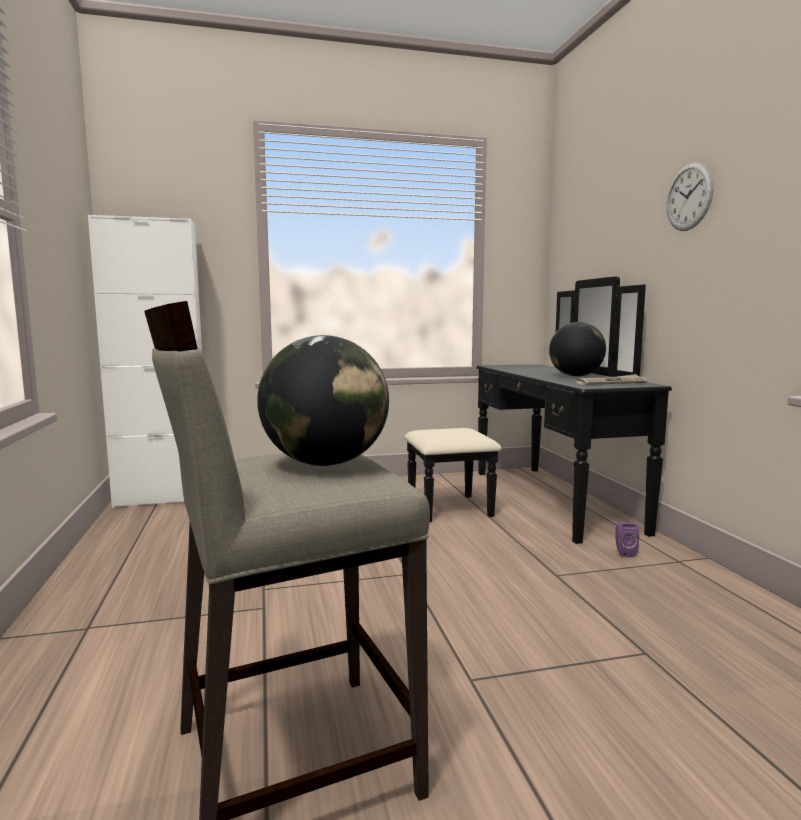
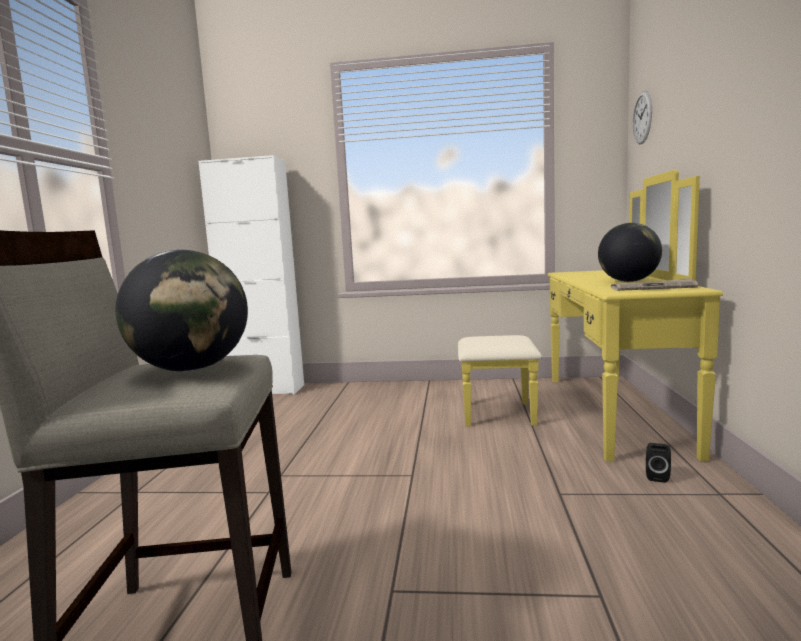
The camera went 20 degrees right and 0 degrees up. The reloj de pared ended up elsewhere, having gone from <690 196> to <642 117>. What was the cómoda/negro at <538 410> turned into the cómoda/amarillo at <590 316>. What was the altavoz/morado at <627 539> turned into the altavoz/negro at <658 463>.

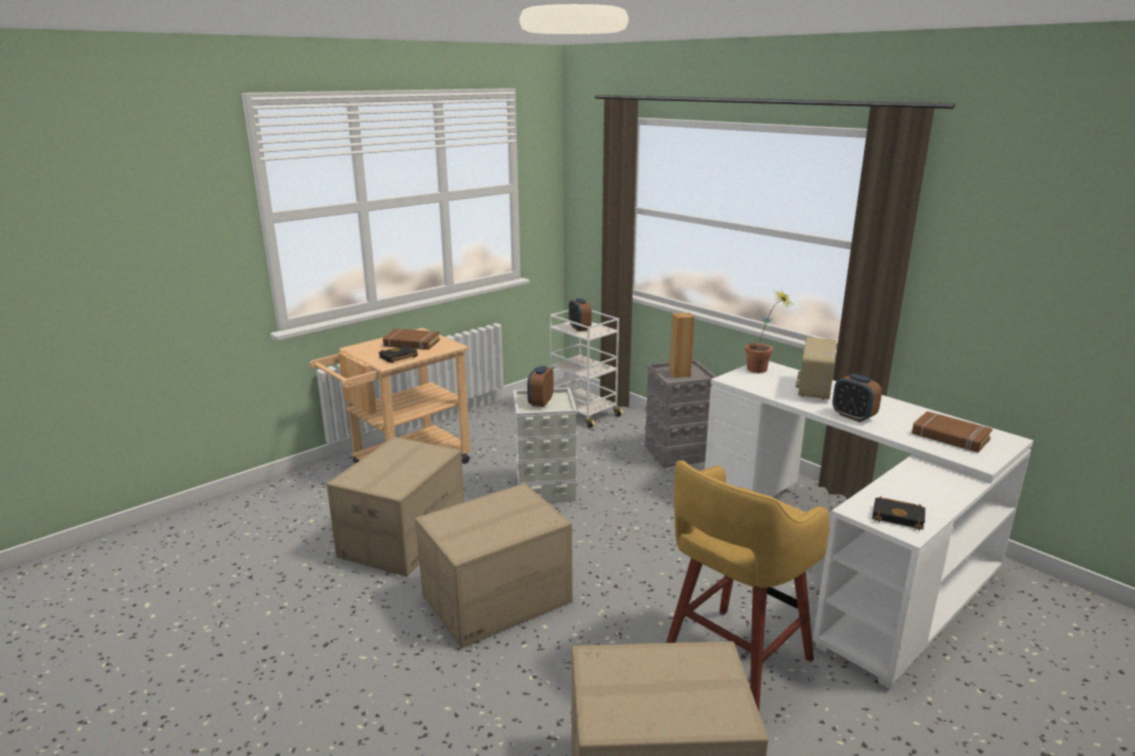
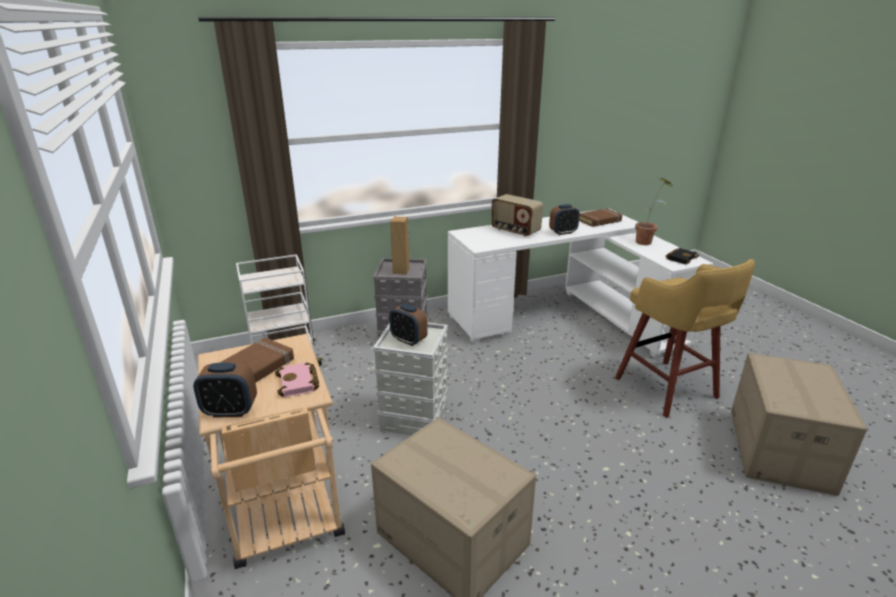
The camera went 70 degrees left and 5 degrees up. The planta en maceta ended up elsewhere, having gone from <768 331> to <653 211>. The despertador ended up elsewhere, having gone from <580 314> to <225 390>. What was the libro/negro at <398 353> turned into the libro/rosa at <297 379>. The second view lost the caja de cartón at <494 565>.

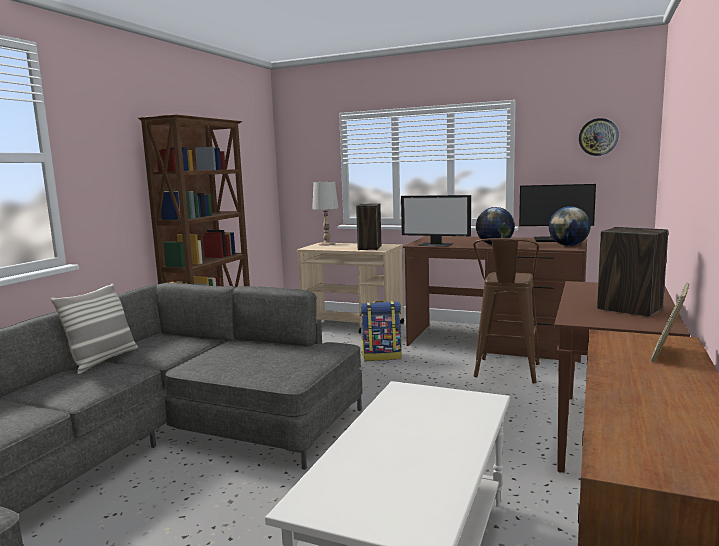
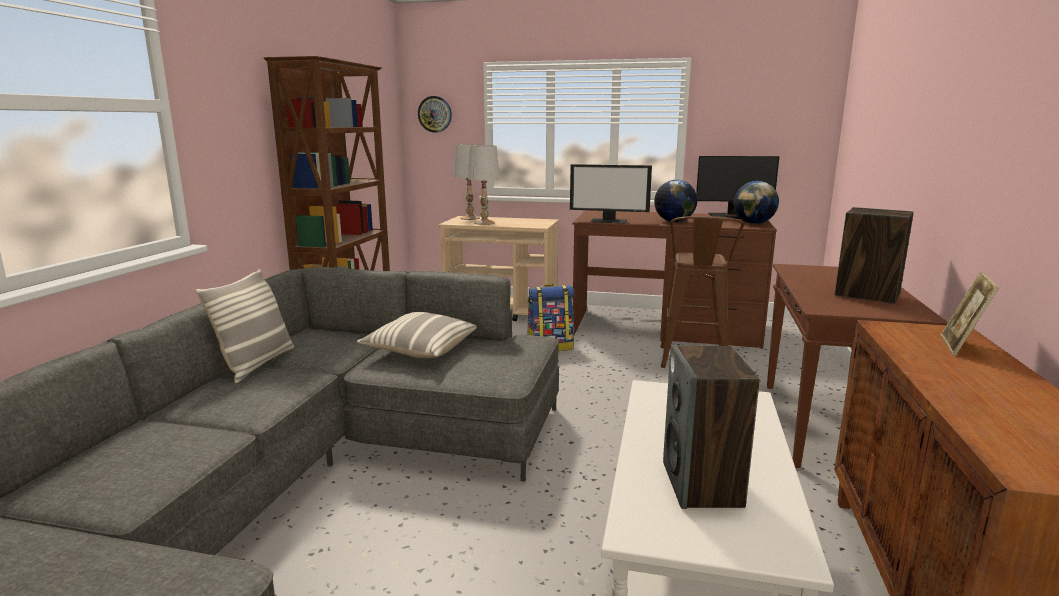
The camera went 10 degrees left and 5 degrees up. The reloj de pared ended up elsewhere, having gone from <599 137> to <435 114>. The altavoz ended up elsewhere, having gone from <368 226> to <711 427>. The second view gained the lámpara de mesa/blanco at <484 185>. The second view gained the cojín at <417 335>.

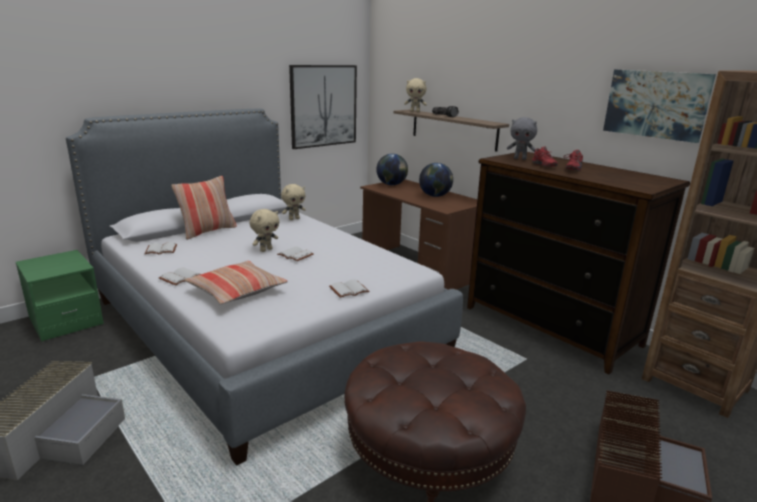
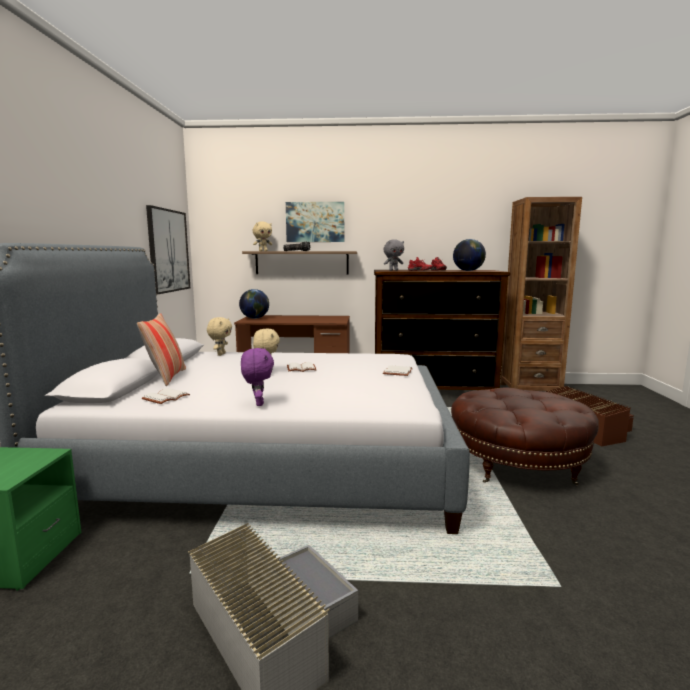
The camera went 45 degrees left and 10 degrees down. The cuadro ended up elsewhere, having gone from <659 106> to <315 222>. The globo terráqueo ended up elsewhere, having gone from <436 180> to <469 255>. The second view lost the cojín at <236 283>. Where the libro/blanco stood at <179 276>, the peluche/morado came to stand at <257 377>.

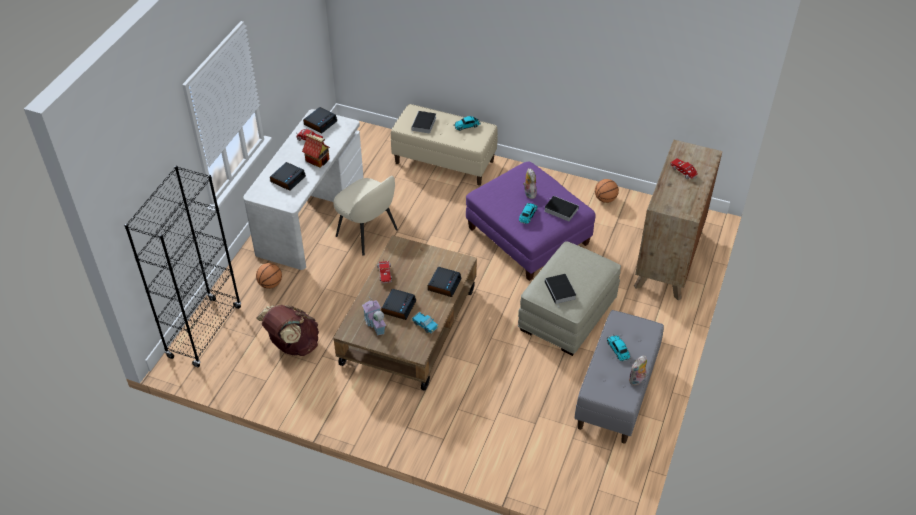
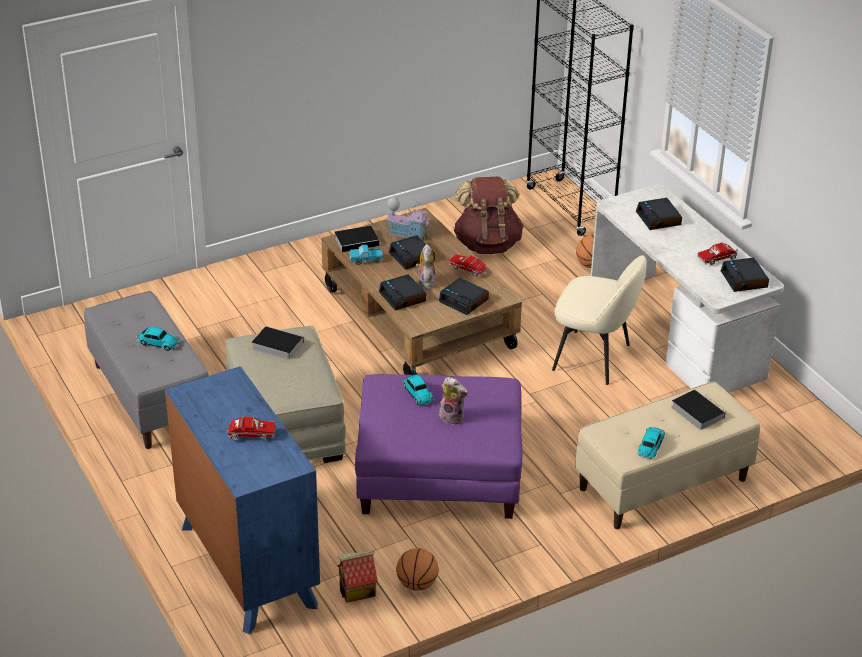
The camera went 130 degrees right and 10 degrees down. The casita ended up elsewhere, having gone from <316 151> to <358 577>. What was the cómoda/marrón at <678 220> turned into the cómoda/azul at <242 500>. The silla/beis at <365 216> ended up facing another way, 150 degrees counterclockwise from before. The libro ended up elsewhere, having gone from <561 208> to <360 239>. The peluche ended up elsewhere, having gone from <638 370> to <426 267>. The second view gained the despertador at <464 296>.

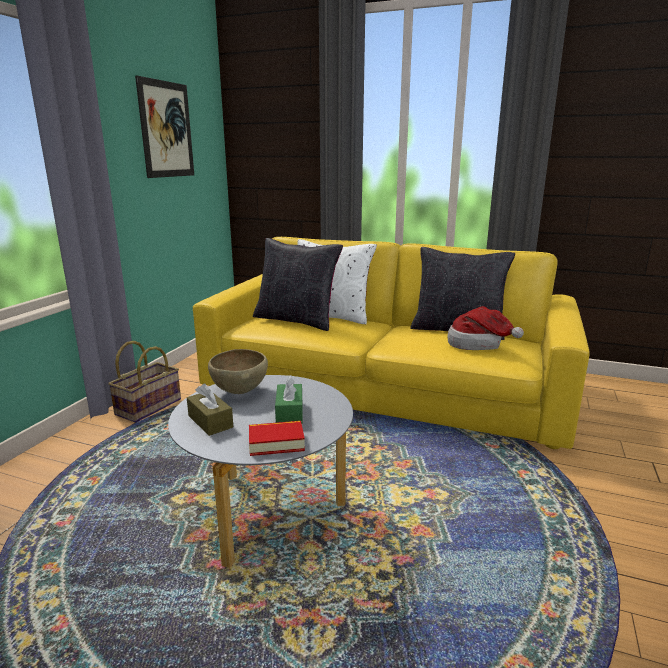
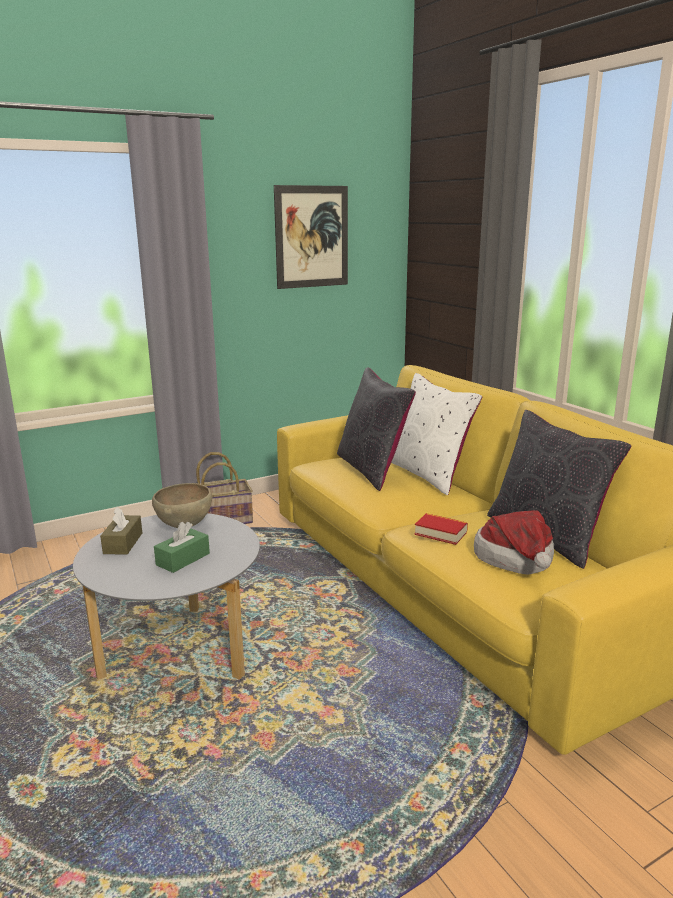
The camera went 40 degrees right and 0 degrees up. The libro ended up elsewhere, having gone from <277 438> to <441 529>.

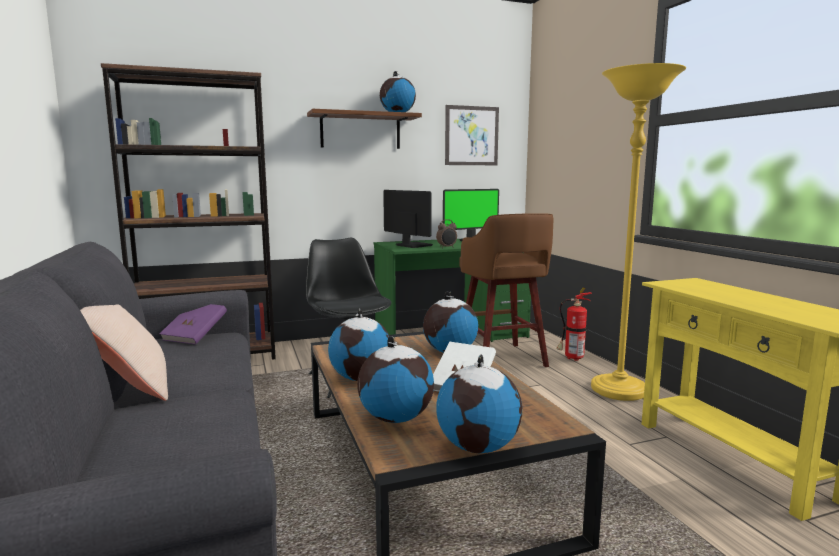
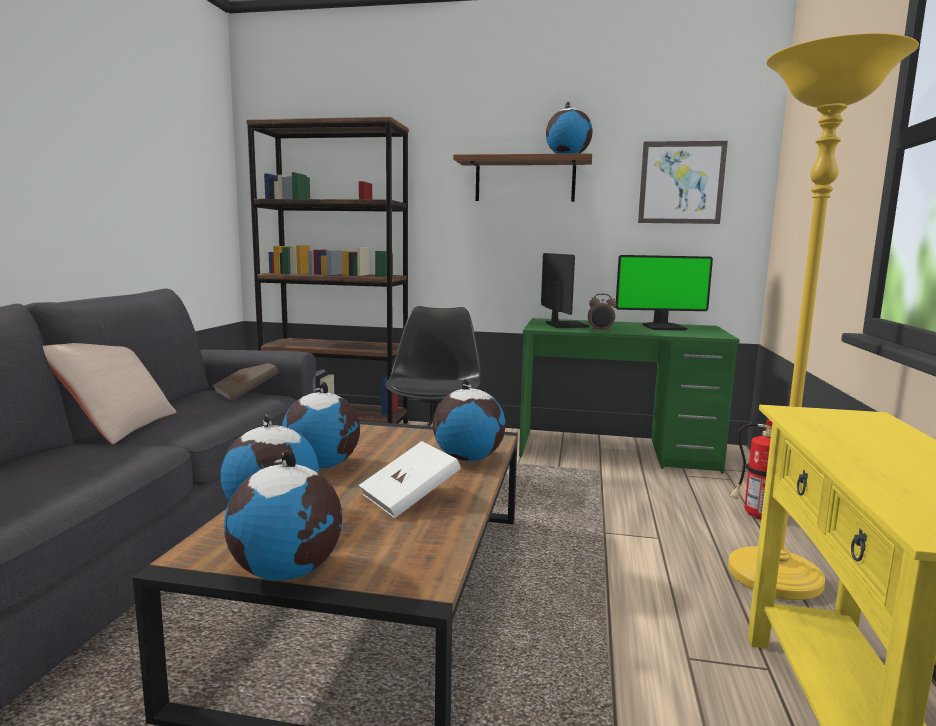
The camera went 30 degrees right and 0 degrees up. The second view lost the taburete/marrón at <506 290>. What was the libro/morado at <193 324> turned into the libro/marrón at <245 382>.

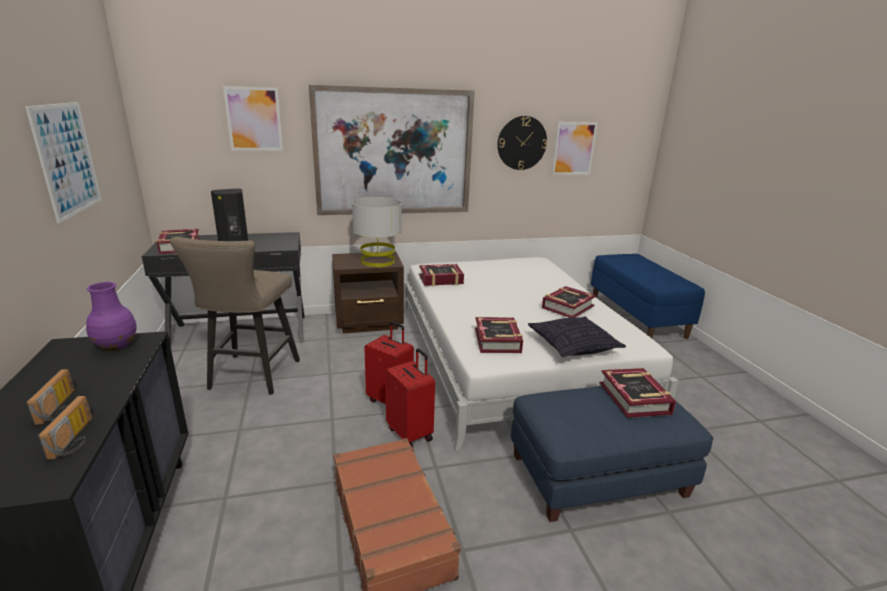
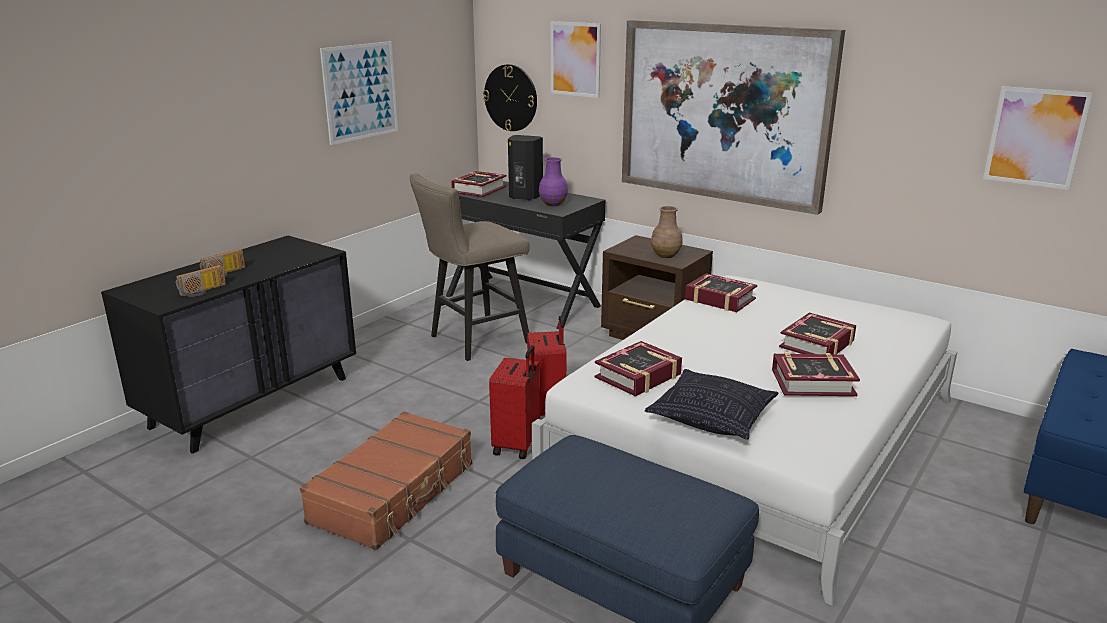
The camera went 50 degrees right and 0 degrees up. The reloj de pared ended up elsewhere, having gone from <522 143> to <510 97>. Where the lámpara de mesa/gris stood at <377 232>, the florero/marrón came to stand at <667 232>. The florero/morado ended up elsewhere, having gone from <111 316> to <553 181>. The libro ended up elsewhere, having gone from <637 393> to <817 333>.

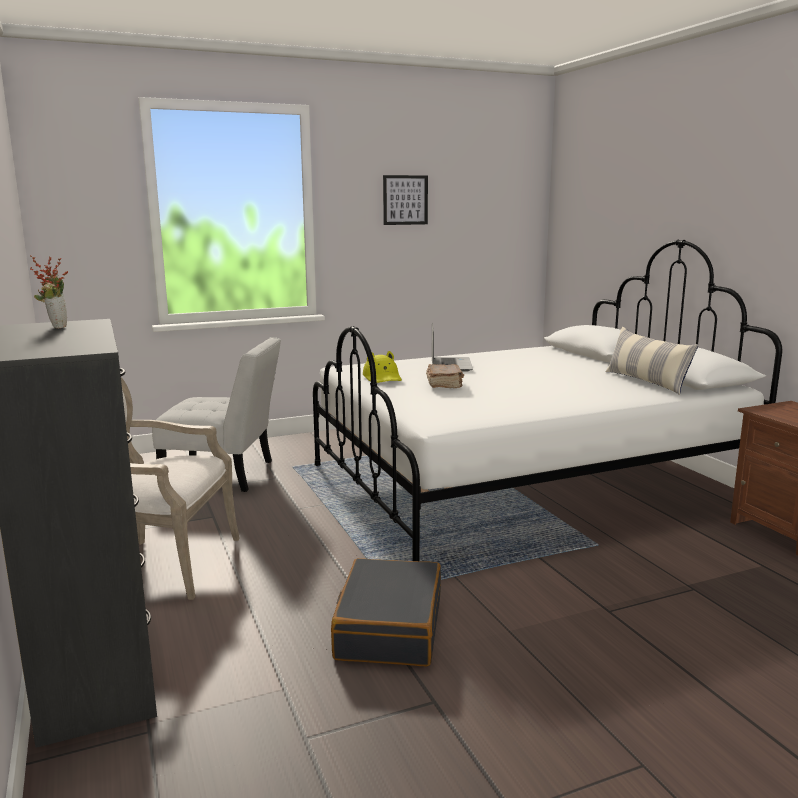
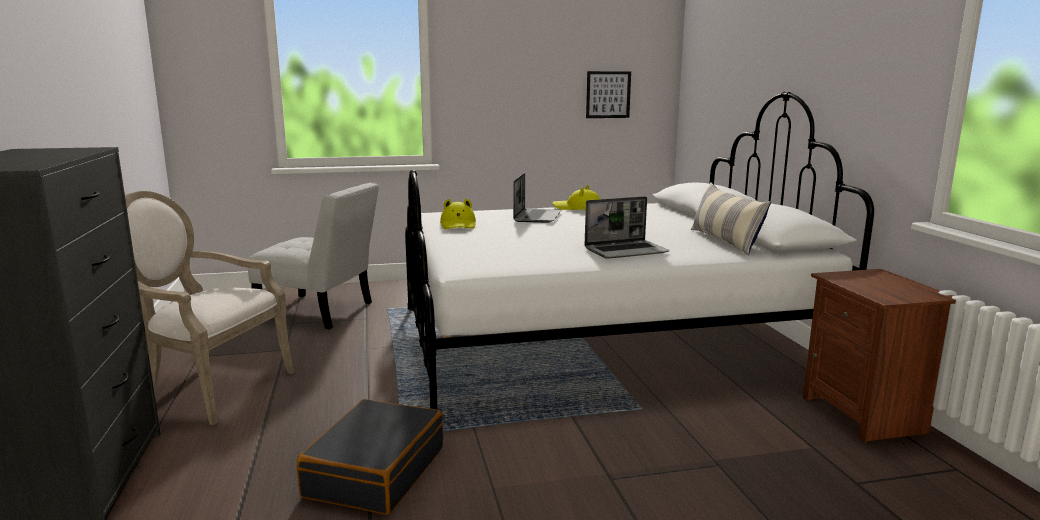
The camera went 10 degrees right and 0 degrees up. The cuadro ended up elsewhere, having gone from <405 200> to <608 94>. The second view lost the planta en maceta at <49 291>. The second view lost the libro/marrón at <445 376>. The second view gained the sombrero/amarillo at <576 197>. The second view gained the portátil at <627 227>.

